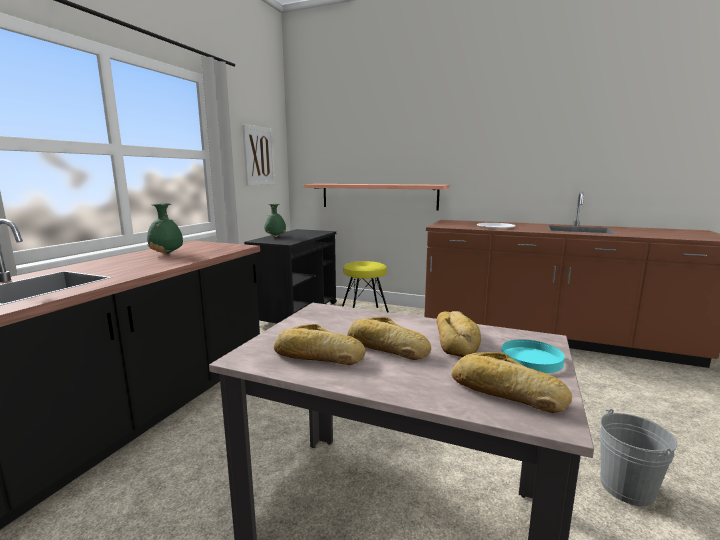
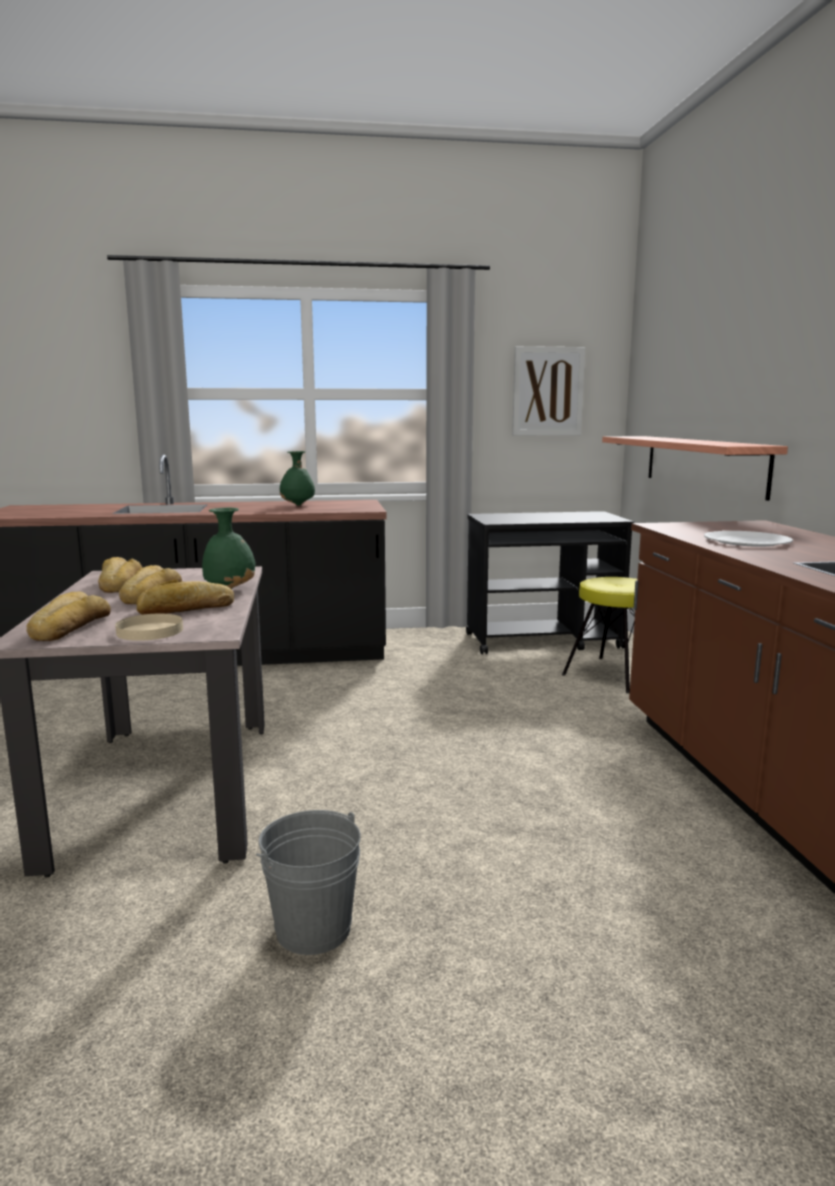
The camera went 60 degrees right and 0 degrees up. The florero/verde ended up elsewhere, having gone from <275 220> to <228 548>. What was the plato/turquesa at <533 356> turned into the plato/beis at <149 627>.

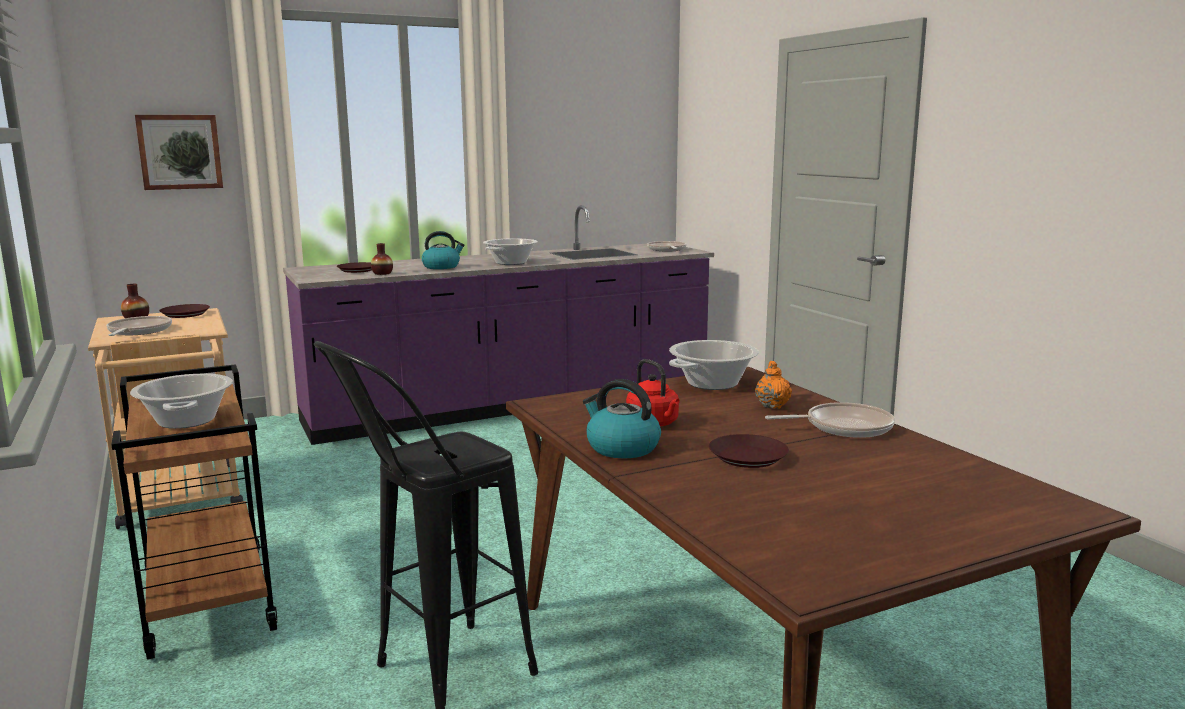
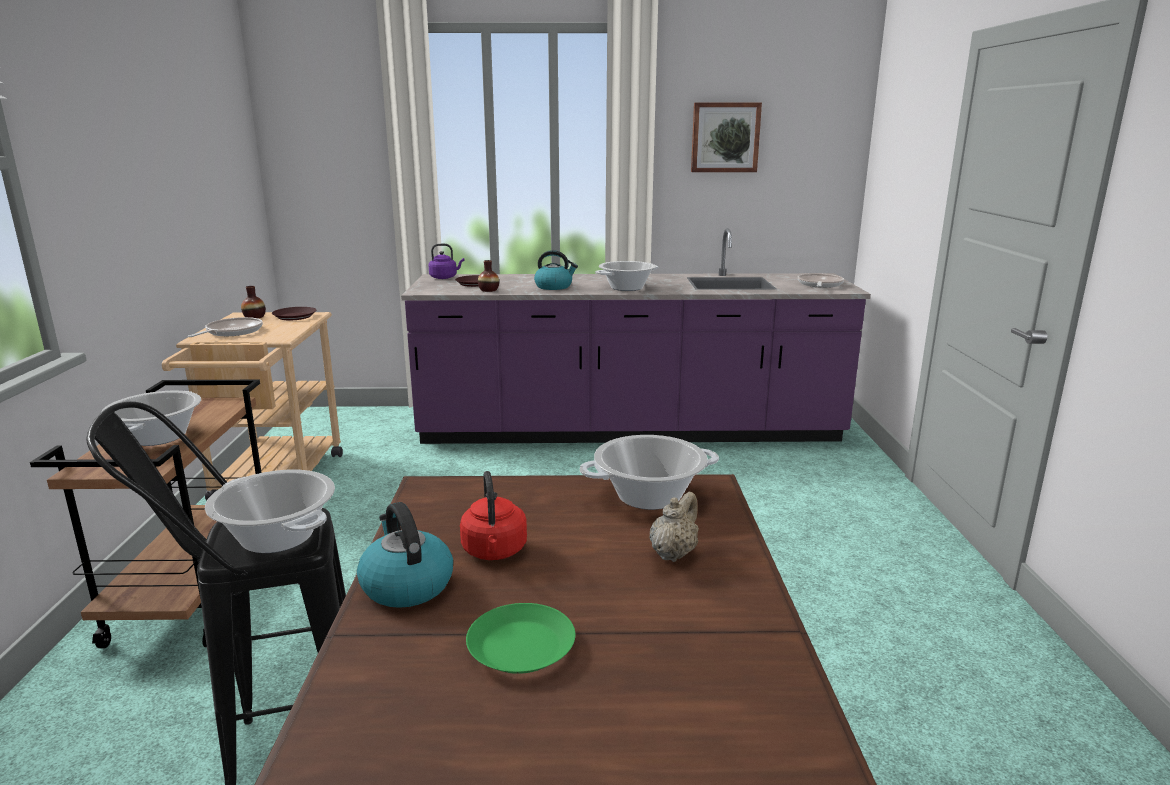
The camera went 25 degrees right and 5 degrees up. The cuadro ended up elsewhere, having gone from <179 152> to <726 137>. What was the tetera/naranja at <773 385> turned into the tetera/beis at <674 527>. The second view lost the sartén at <830 420>. What was the plato/marrón at <749 451> turned into the plato/verde at <520 638>. The second view gained the hervidor/morado at <446 261>. The second view gained the olla at <270 511>.

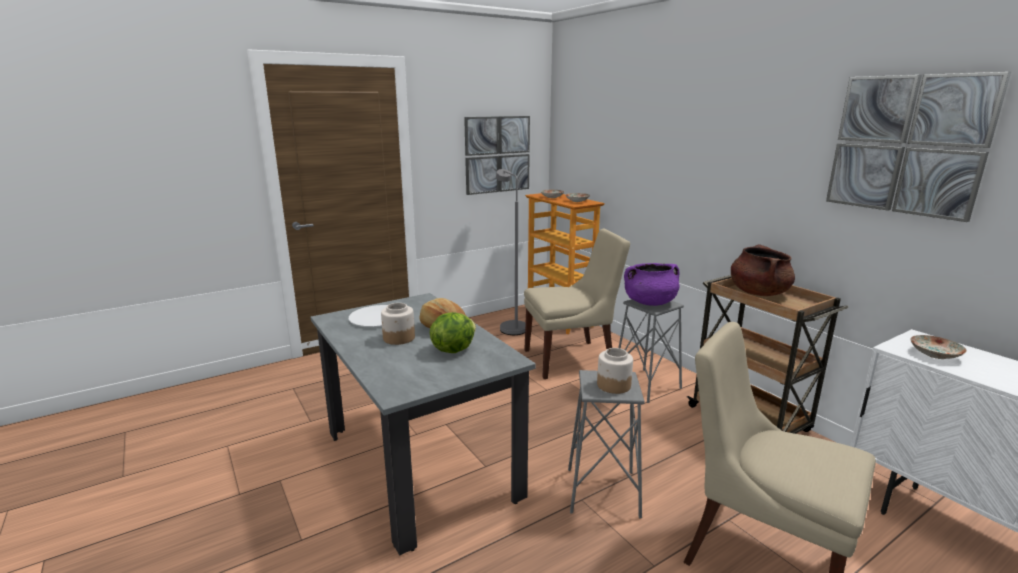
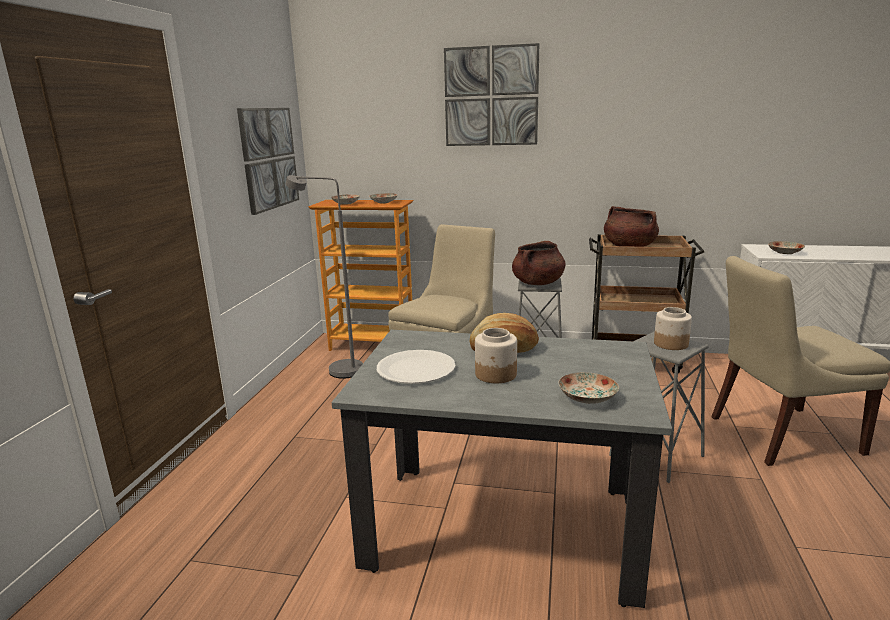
The camera went 45 degrees left and 0 degrees up. The cuadro ended up elsewhere, having gone from <918 147> to <492 94>. What was the olla/morado at <651 284> turned into the olla/marrón at <538 263>. The second view lost the lechuga at <453 332>. The second view gained the plato at <589 388>.

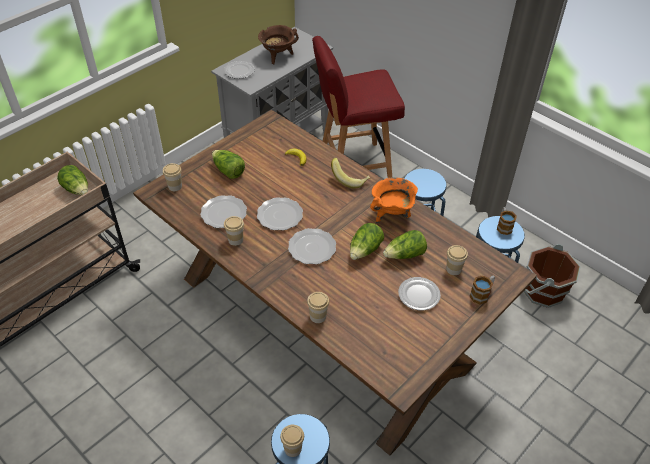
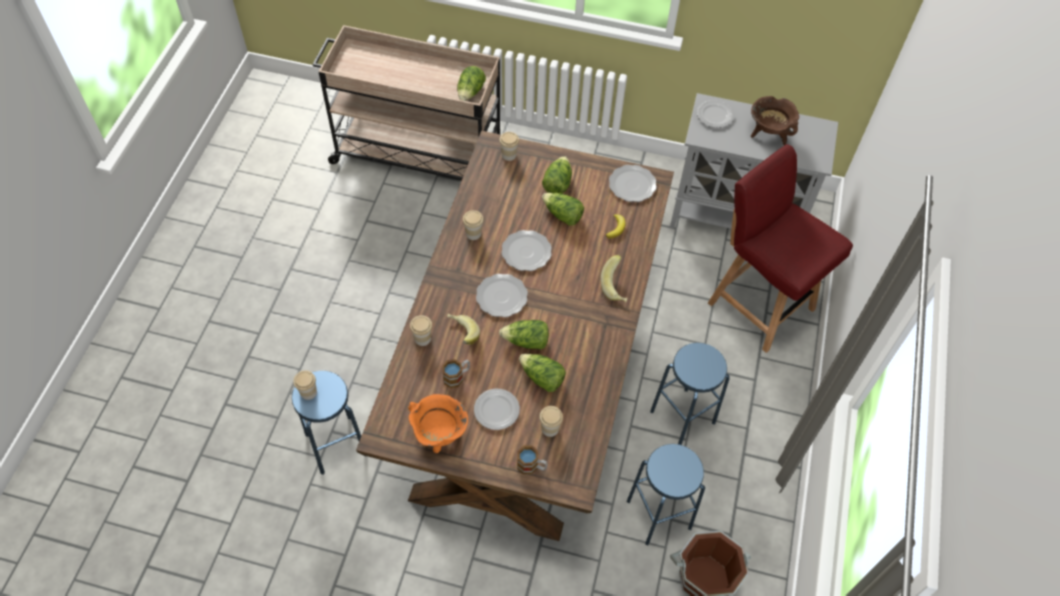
The camera went 60 degrees right and 10 degrees up. The olla/naranja ended up elsewhere, having gone from <394 200> to <438 423>. The plato ended up elsewhere, having gone from <223 211> to <633 183>. The taza grande ended up elsewhere, having gone from <507 221> to <456 373>. The second view gained the lechuga at <563 209>. The second view gained the plátano at <463 329>.

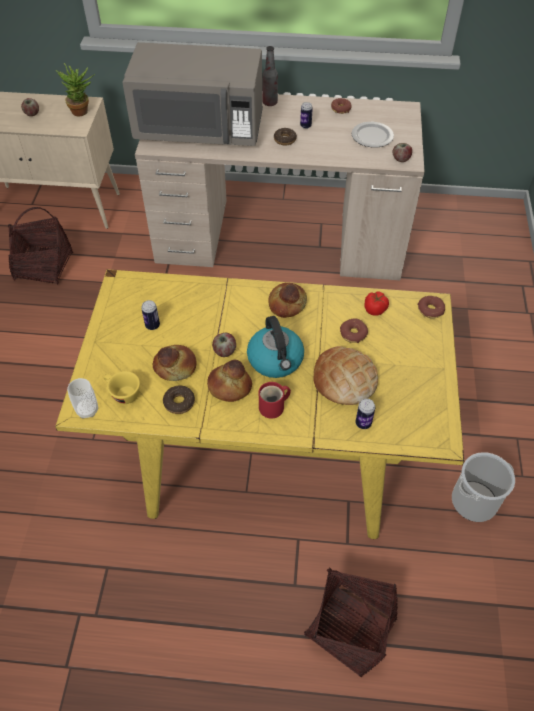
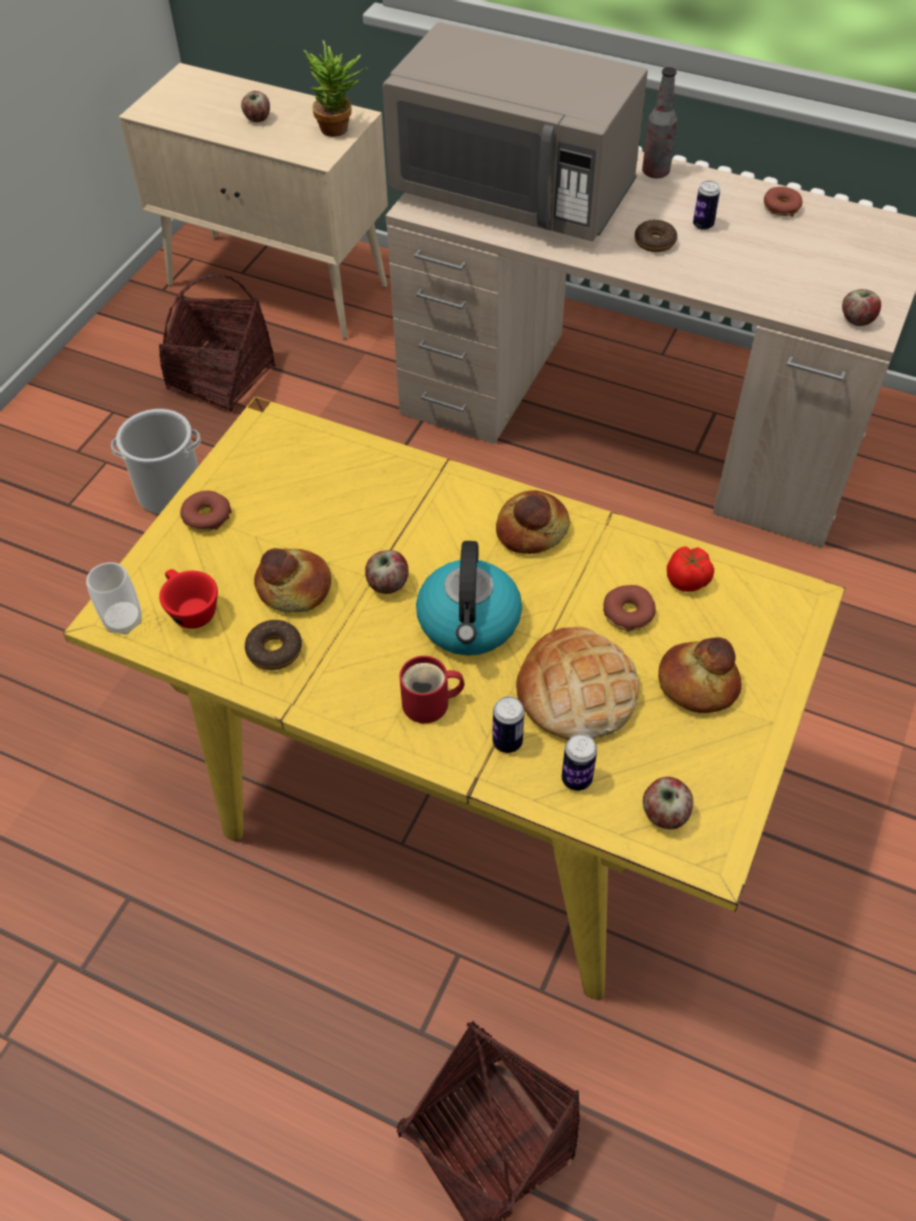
The camera went 20 degrees right and 0 degrees up. The second view lost the plato at <373 135>. The rosquilla ended up elsewhere, having gone from <431 307> to <206 511>. The lata ended up elsewhere, having gone from <150 315> to <508 724>. The pan ended up elsewhere, having gone from <229 381> to <700 675>. What was the taza/amarillo at <122 387> turned into the taza/rojo at <188 599>. The cubo ended up elsewhere, having gone from <483 487> to <156 462>. The second view gained the manzana at <668 803>.

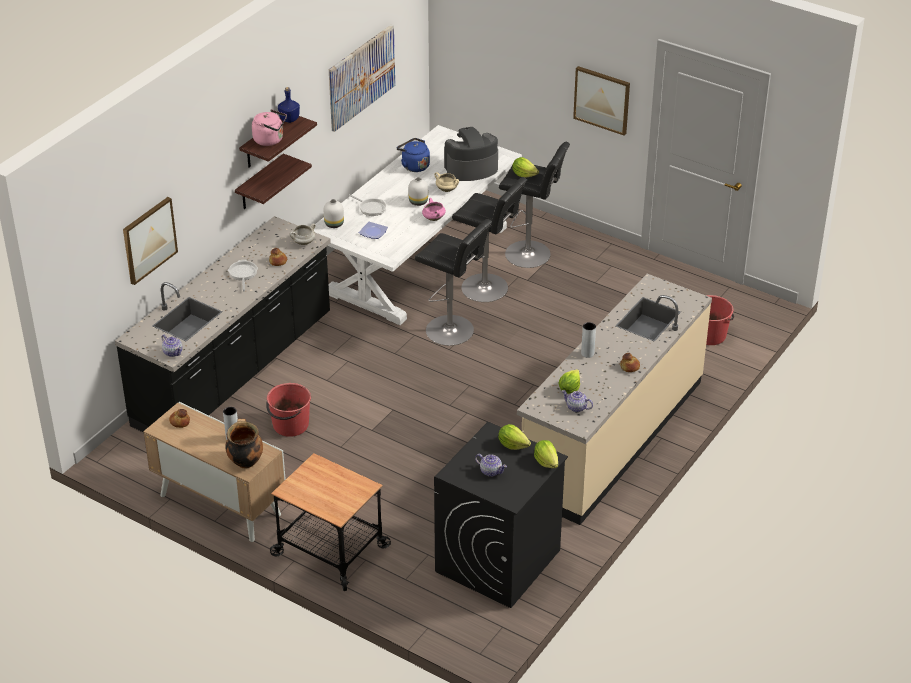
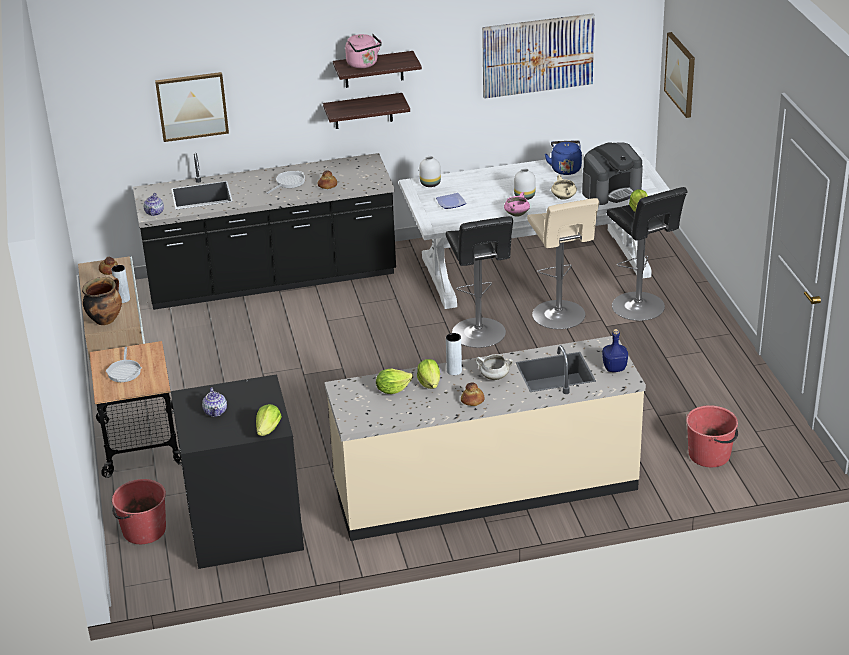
The camera went 45 degrees right and 5 degrees down. The cuadro ended up elsewhere, having gone from <601 101> to <679 75>. The botella/azul ended up elsewhere, having gone from <289 105> to <615 350>. The cafetera at <471 154> ended up facing another way, 120 degrees clockwise from before. What was the taburete/negro at <489 239> turned into the taburete/beis at <563 263>. The sartén ended up elsewhere, having gone from <367 205> to <124 364>. The olla/blanco ended up elsewhere, having gone from <303 234> to <494 367>. The cubo/rojo ended up elsewhere, having gone from <288 410> to <139 511>. The second view lost the tetera at <577 401>. The lechuga ended up elsewhere, having gone from <514 437> to <428 374>.

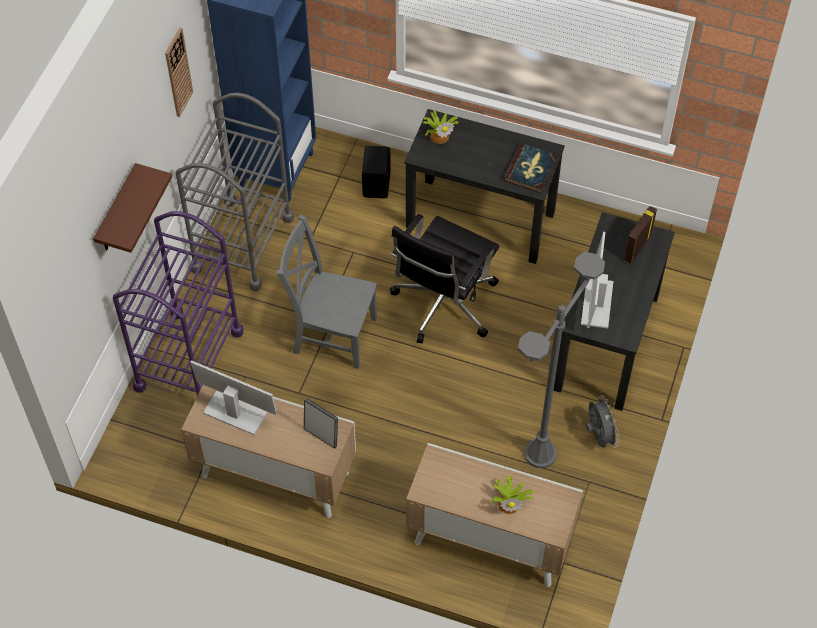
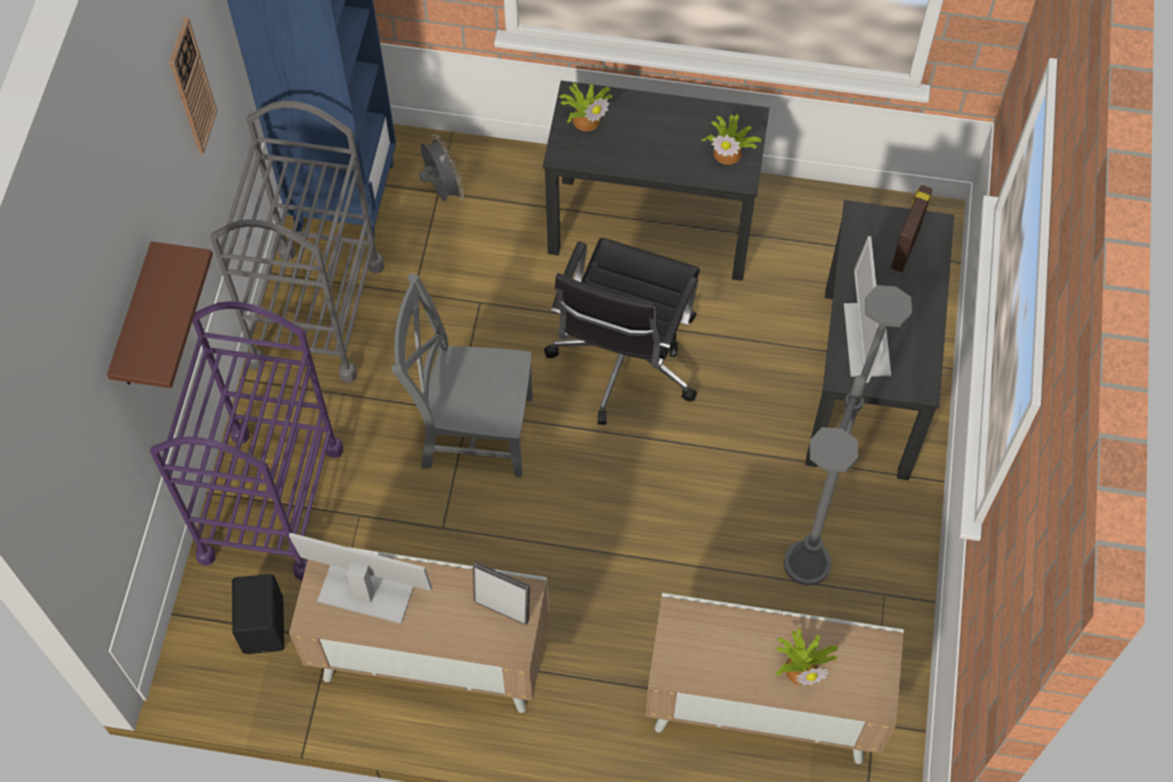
The camera went 10 degrees left and 5 degrees up. Where the libro stood at <531 168>, the planta en maceta came to stand at <731 139>. The altavoz/negro ended up elsewhere, having gone from <376 172> to <258 614>. The ventilador/gris ended up elsewhere, having gone from <602 422> to <441 168>.

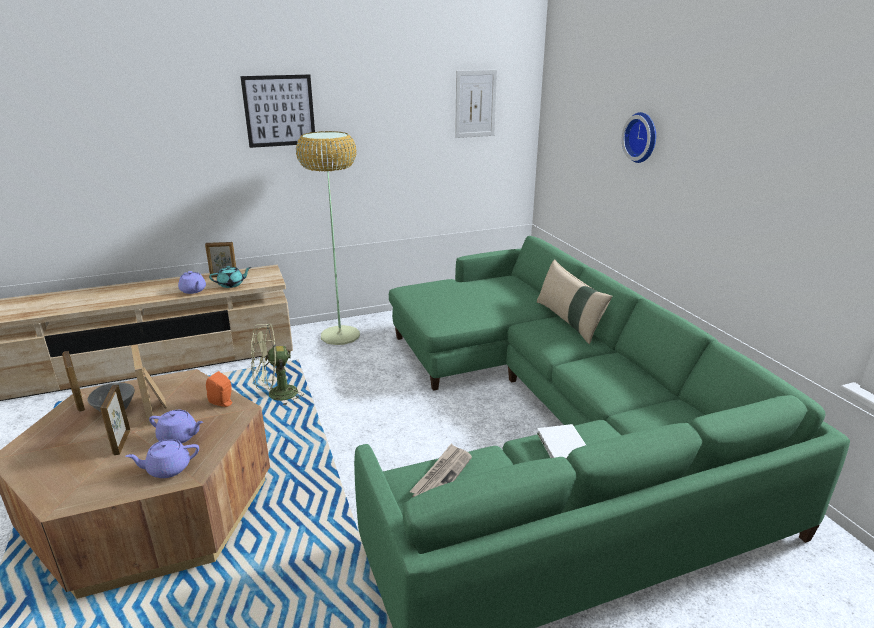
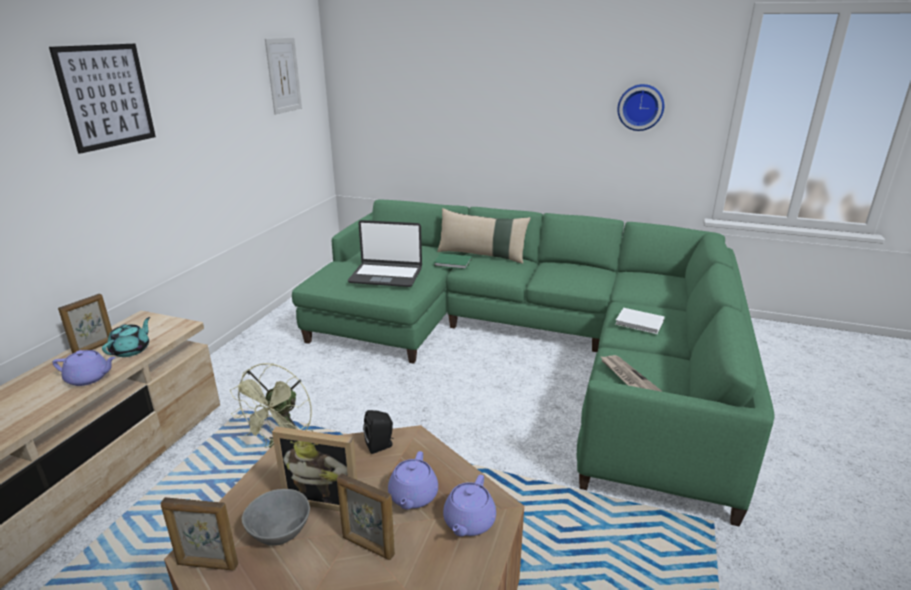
The camera went 50 degrees left and 0 degrees up. The reloj de pared ended up elsewhere, having gone from <639 137> to <640 107>. The second view lost the lámpara de pie at <328 238>. What was the altavoz/naranja at <219 389> turned into the altavoz/negro at <378 432>. The tetera/morado at <176 426> ended up facing another way, 135 degrees clockwise from before. The second view gained the portátil at <385 253>. The second view gained the libro/verde at <453 261>.

